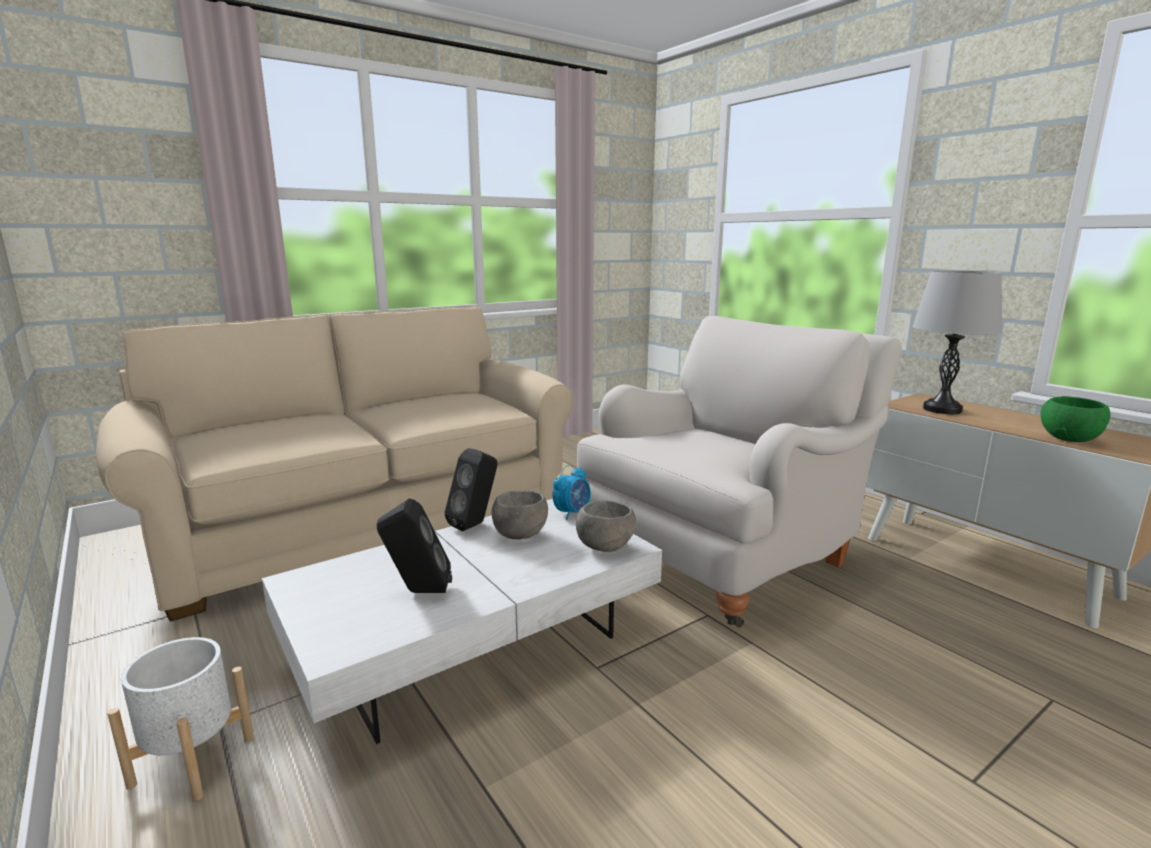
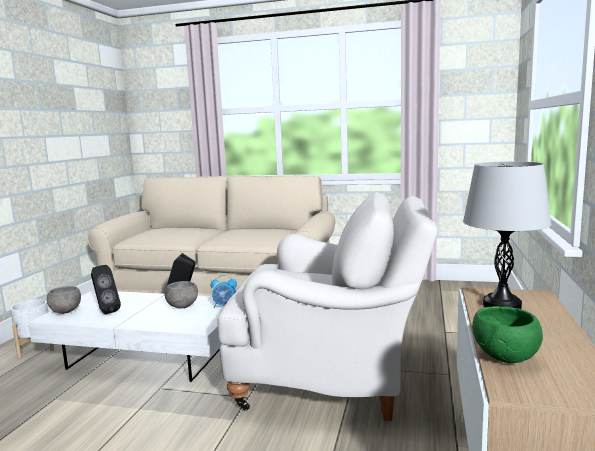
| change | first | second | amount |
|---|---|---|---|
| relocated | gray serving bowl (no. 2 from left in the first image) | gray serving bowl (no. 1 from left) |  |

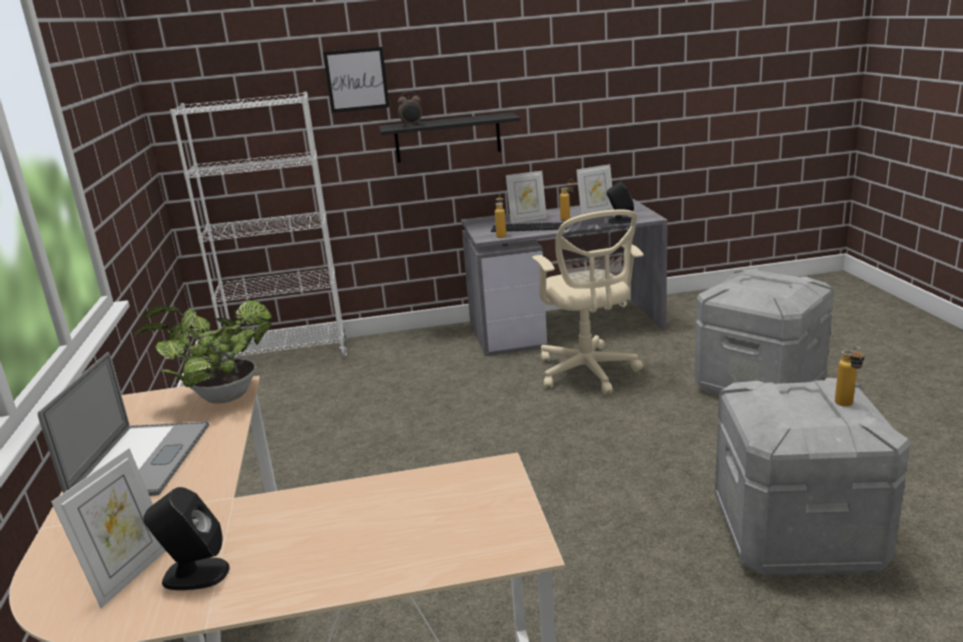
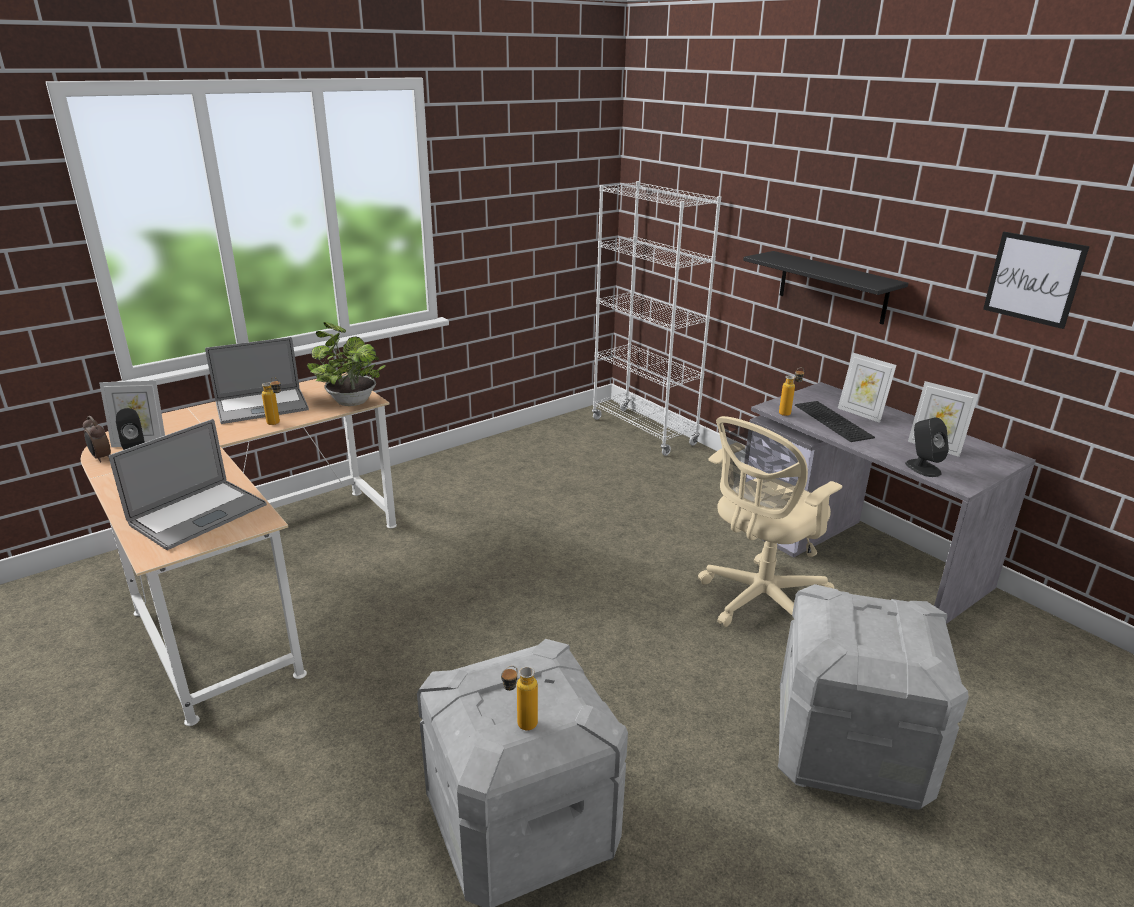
| change | first | second | amount |
|---|---|---|---|
| relocated | wall picture |  |  |
| relocated | bedside clock |  |  |
| relocated | bottle (no. 2 from left in the first image) | bottle (no. 1 from left) |  |
| appeared |  | notebook computer (no. 1 from left) |  |

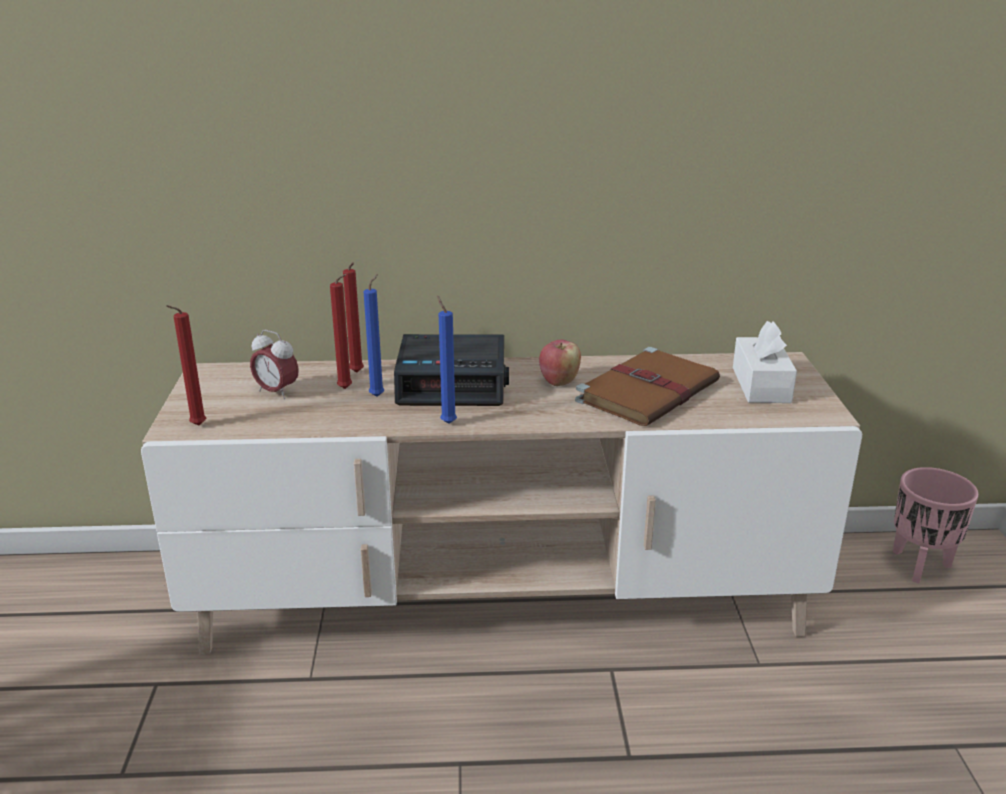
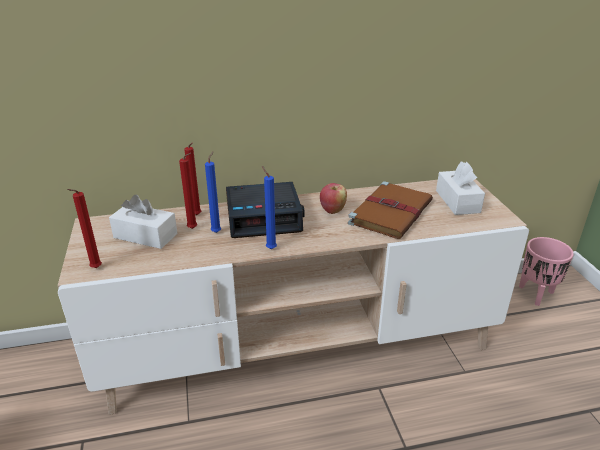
| change | first | second | amount |
|---|---|---|---|
| exchanged | bedside clock (no. 1 from left) | white tissue box (no. 1 from left) |  |

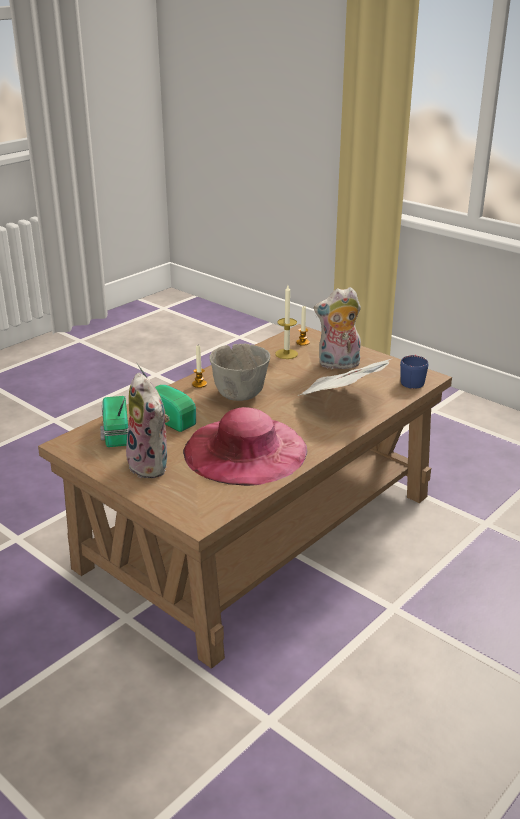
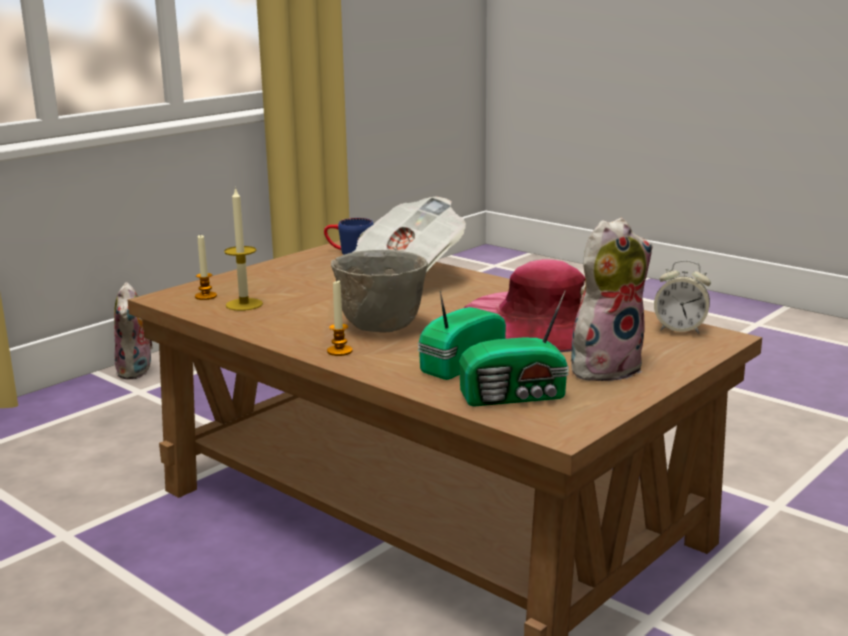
| change | first | second | amount |
|---|---|---|---|
| relocated | cuddly toy (no. 2 from left in the first image) | cuddly toy (no. 1 from left) |  |
| appeared |  | bedside clock |  |

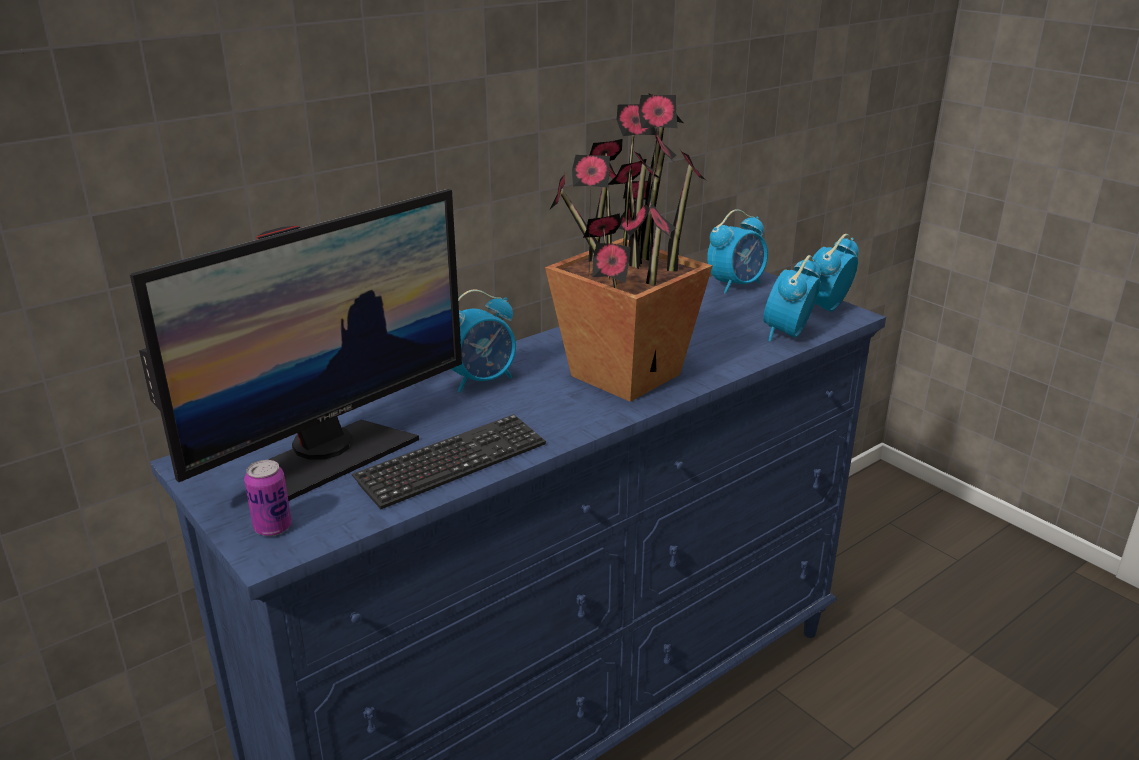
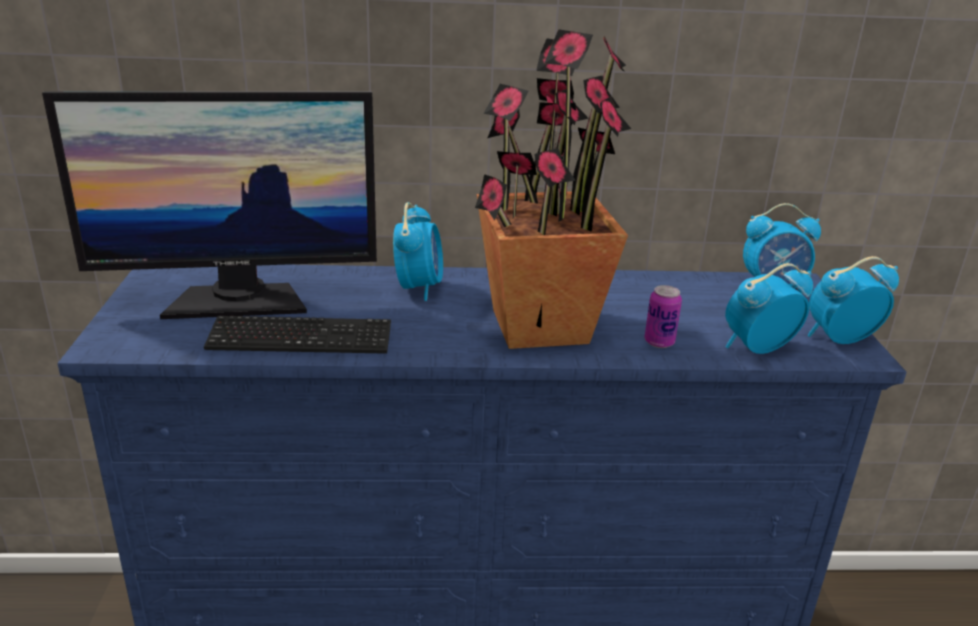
| change | first | second | amount |
|---|---|---|---|
| relocated | can |  |  |
| spun | bedside clock (no. 1 from left) |  | 90 degrees counterclockwise |

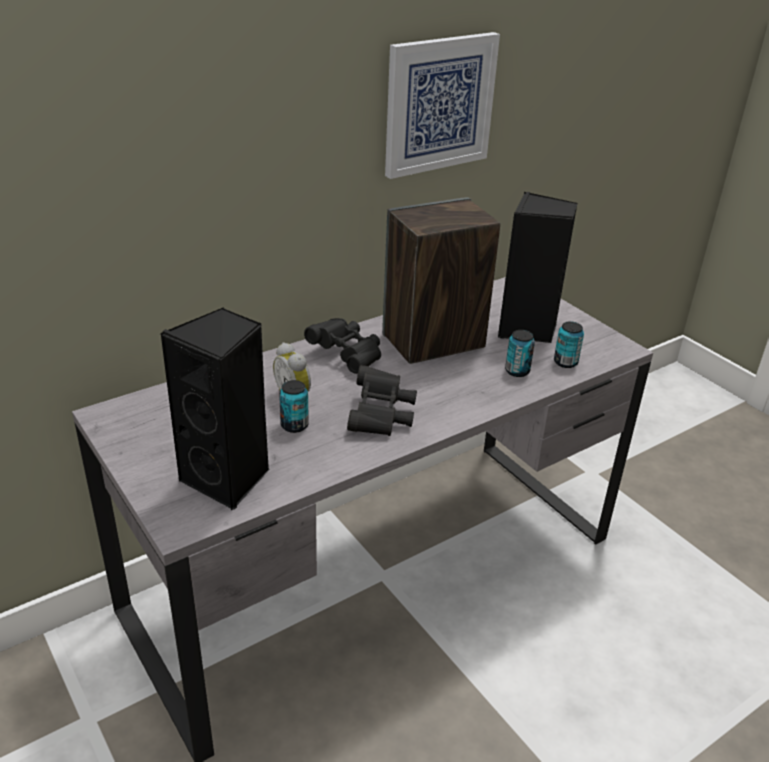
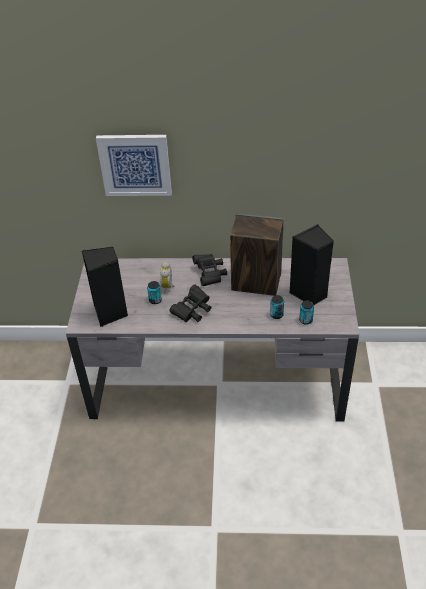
| change | first | second | amount |
|---|---|---|---|
| relocated | wall picture |  |  |

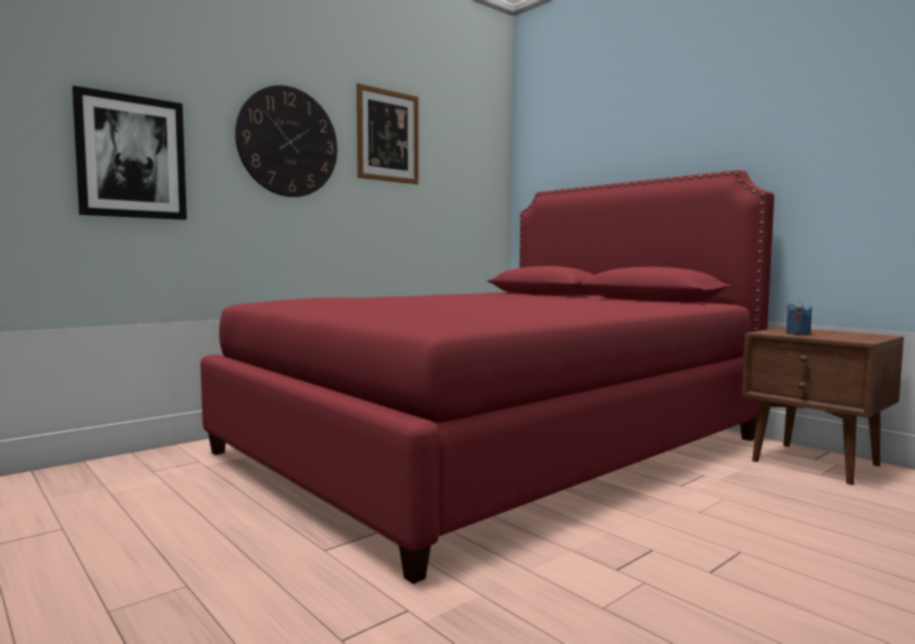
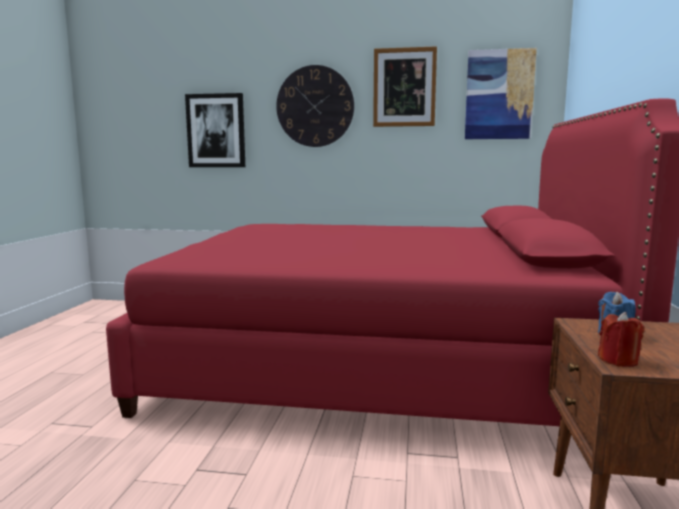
| change | first | second | amount |
|---|---|---|---|
| appeared |  | wall picture (no. 3 from left) |  |
| appeared |  | reddish wax candle |  |

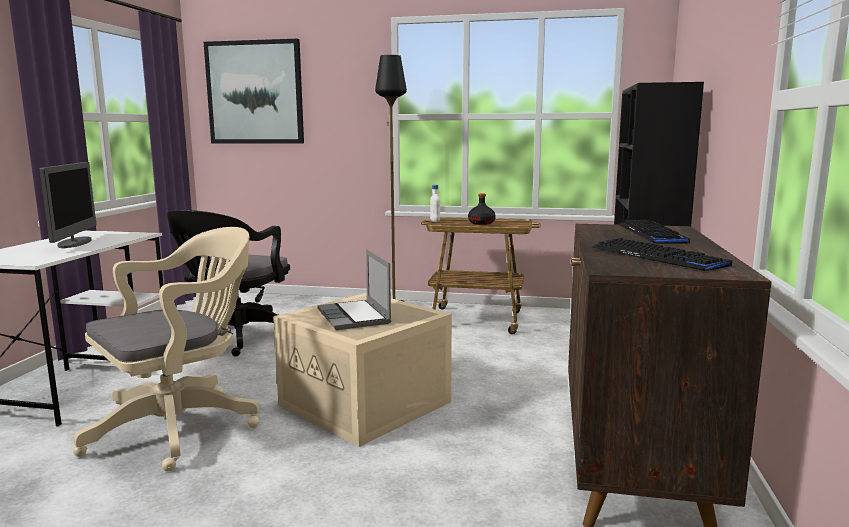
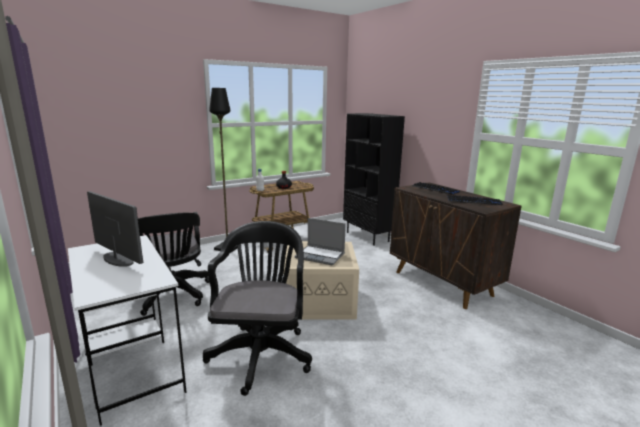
| change | first | second | amount |
|---|---|---|---|
| colour | sand-coloured computer chair | black-coloured computer chair (no. 2 from left) |  |
| missing | wall picture |  |  |

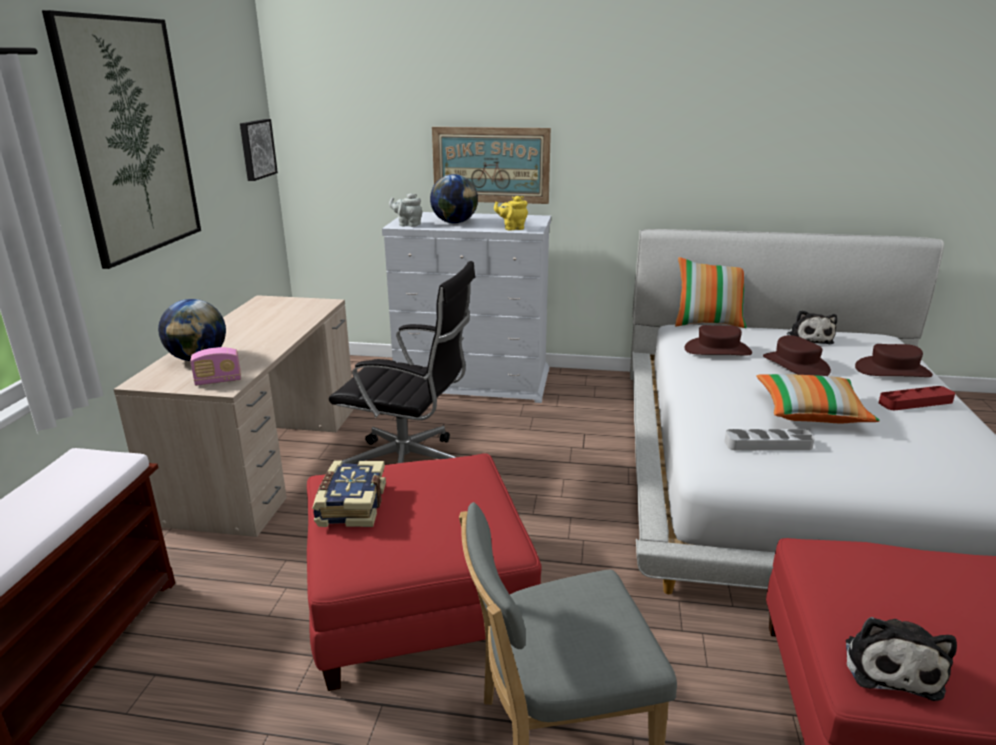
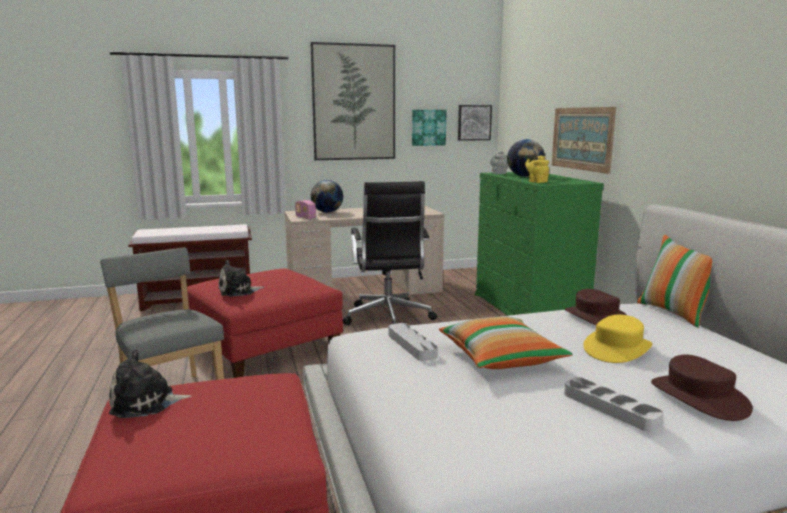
| change | first | second | amount |
|---|---|---|---|
| missing | book |  |  |
| colour | white chest of drawers | green chest of drawers |  |
| colour | brownish clothing hat (no. 2 from left) | yellow clothing hat |  |
| relocated | cuddly toy (no. 1 from left in the first image) | cuddly toy (no. 2 from left) |  |
| colour | reddish tray | gray tray (no. 2 from left) |  |
| appeared |  | wall picture (no. 2 from left) |  |

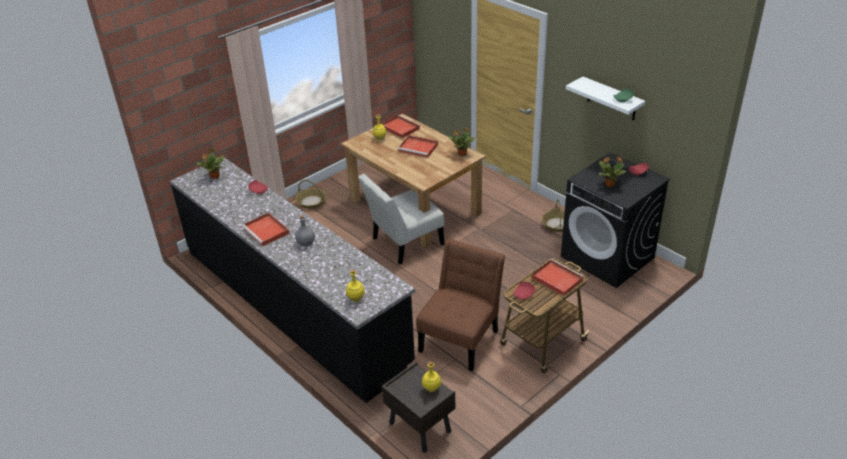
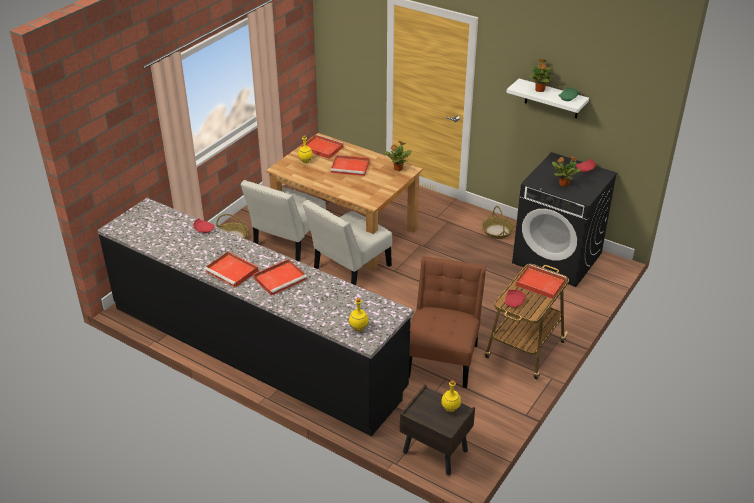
| change | first | second | amount |
|---|---|---|---|
| relocated | potted plant (no. 1 from left in the first image) | potted plant (no. 2 from left) |  |
| exchanged | gray bottle | reddish tray (no. 2 from left) |  |
| appeared |  | white plain chair (no. 1 from left) |  |

